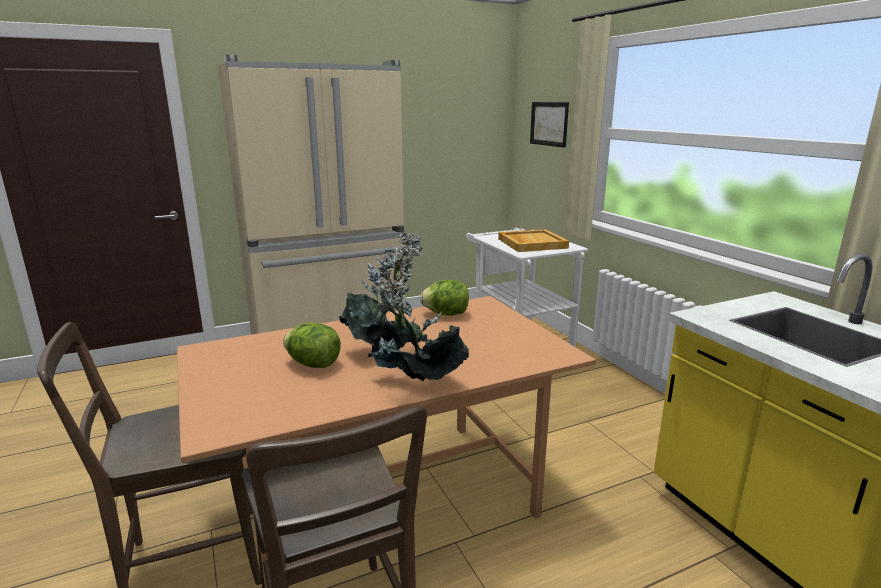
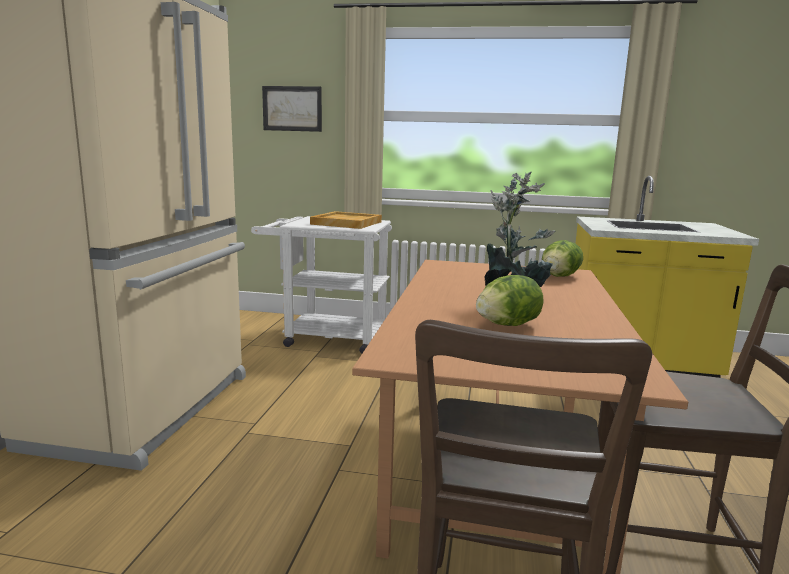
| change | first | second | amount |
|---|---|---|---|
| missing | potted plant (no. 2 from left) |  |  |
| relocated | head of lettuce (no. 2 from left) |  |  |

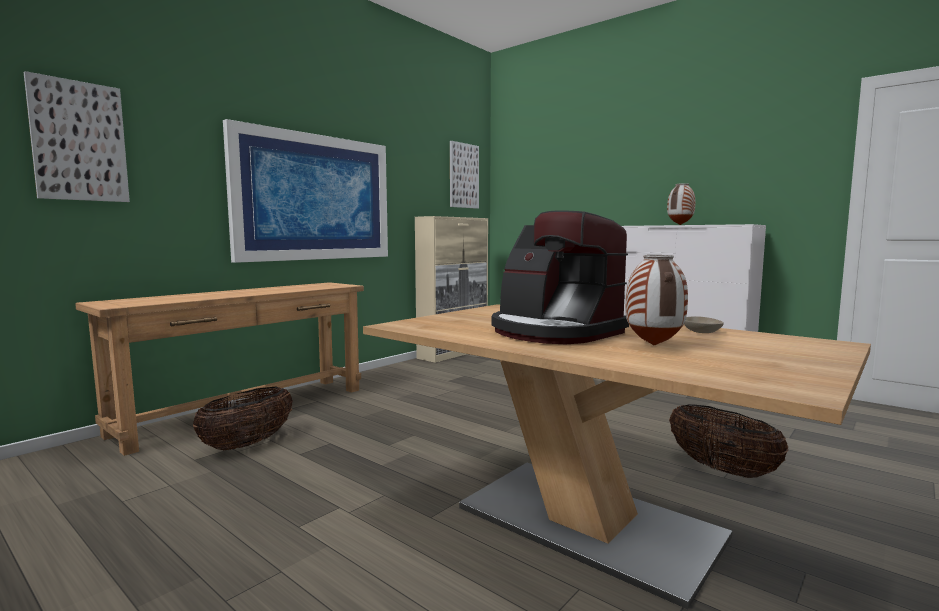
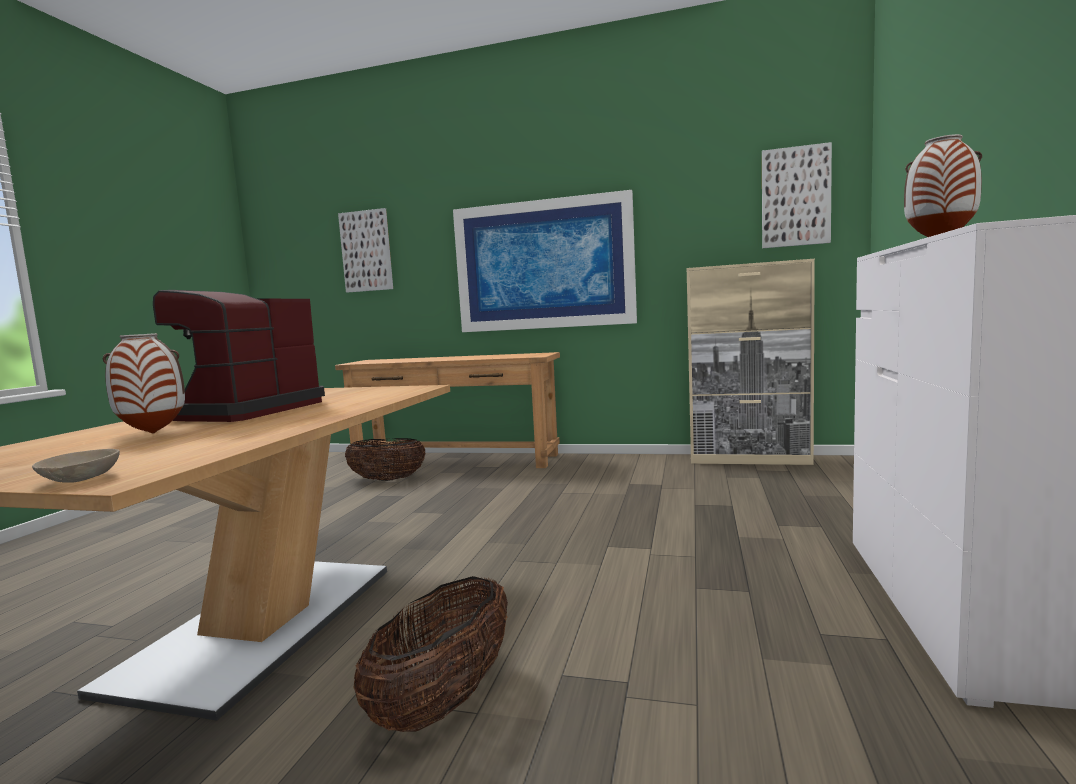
| change | first | second | amount |
|---|---|---|---|
| relocated | sand-coloured serving bowl |  |  |

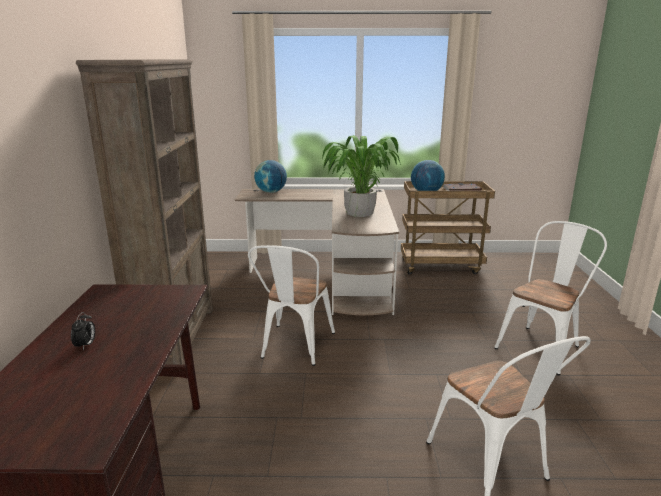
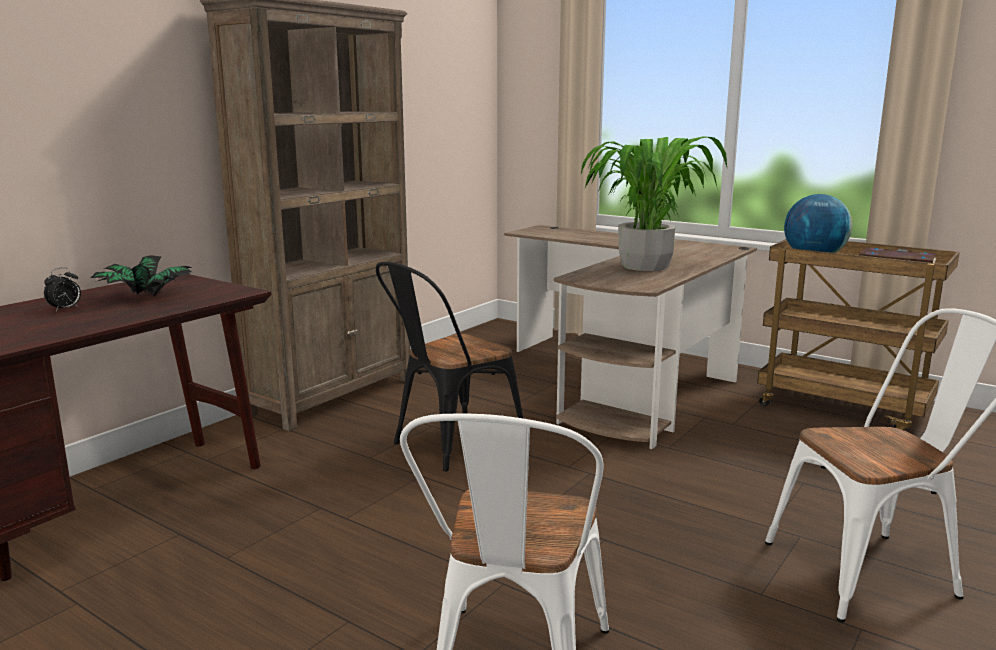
| change | first | second | amount |
|---|---|---|---|
| colour | white plain chair (no. 1 from left) | black-coloured plain chair |  |
| missing | globe (no. 1 from left) |  |  |
| appeared |  | potted plant (no. 1 from left) |  |

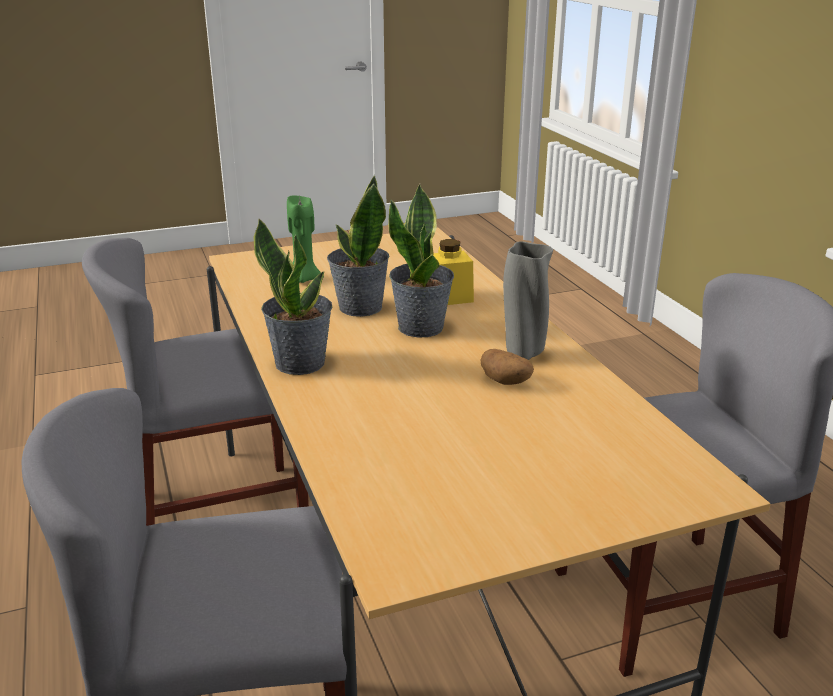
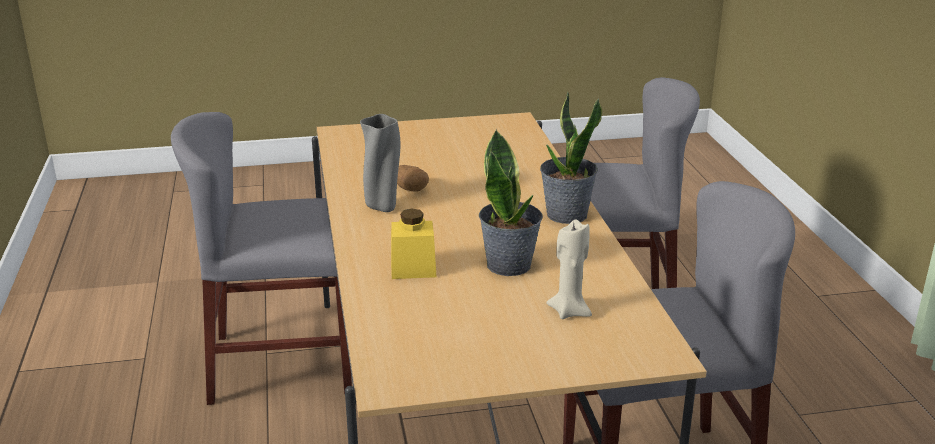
| change | first | second | amount |
|---|---|---|---|
| colour | green wax candle | sand-coloured wax candle |  |
| missing | potted plant (no. 3 from left) |  |  |

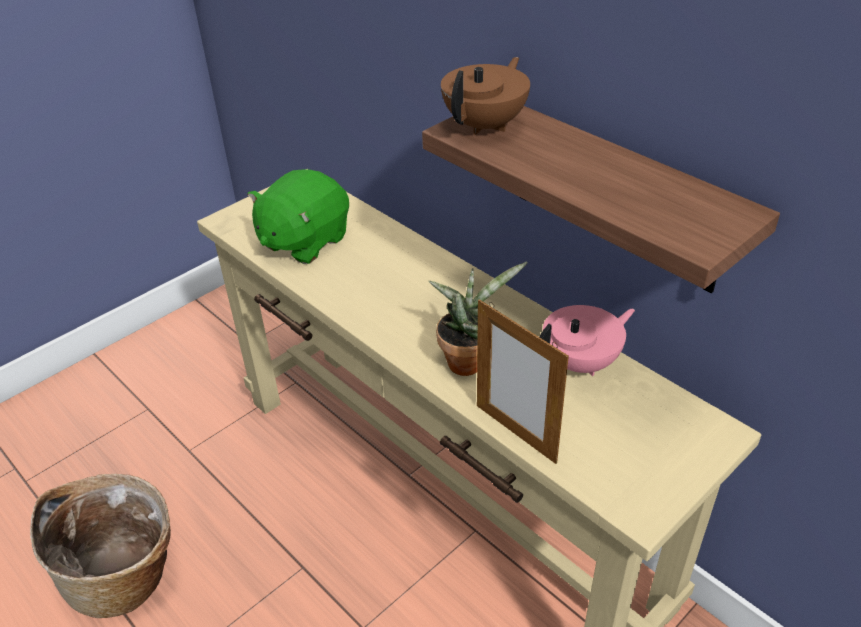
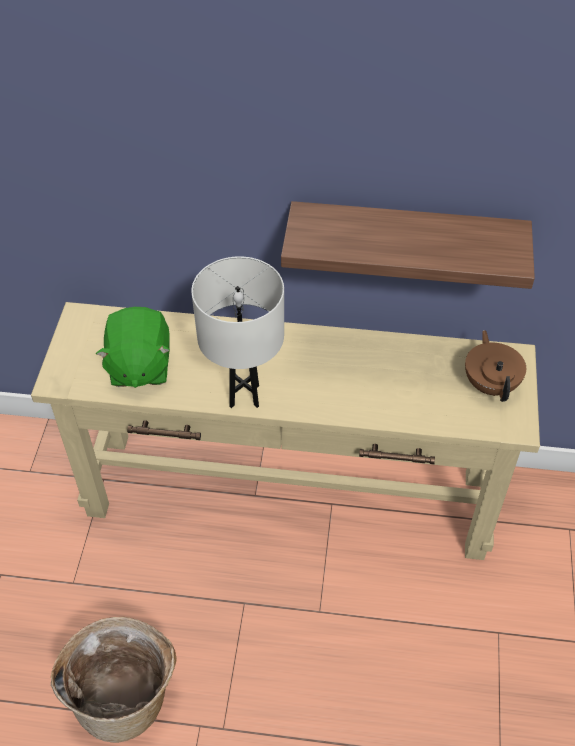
| change | first | second | amount |
|---|---|---|---|
| missing | potted plant |  |  |
| relocated | brownish teapot |  |  |
| missing | picture frame |  |  |
| missing | pink teapot |  |  |
| appeared |  | white lamp for a table |  |

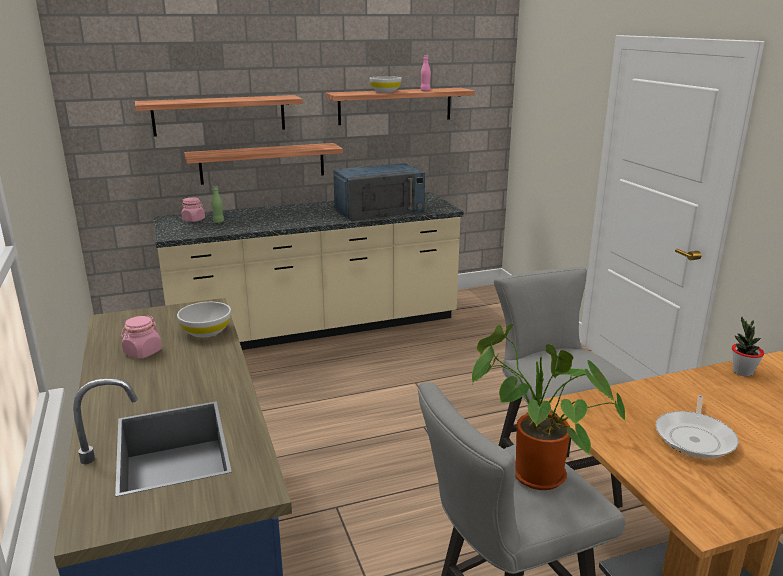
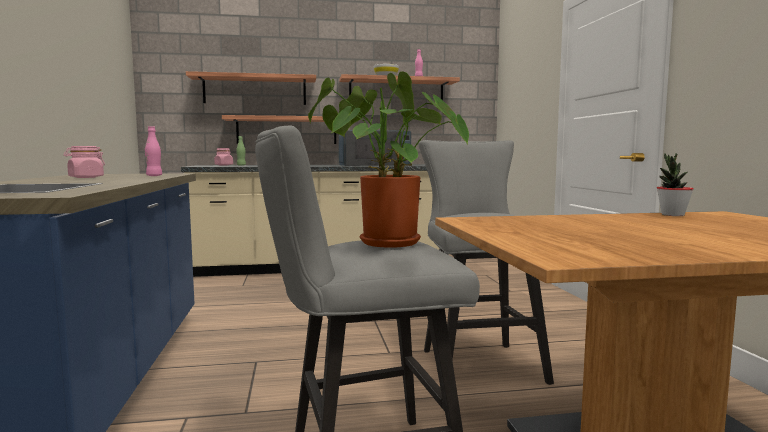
| change | first | second | amount |
|---|---|---|---|
| exchanged | white serving bowl (no. 1 from left) | pink bottle (no. 1 from left) |  |
| missing | skillet |  |  |

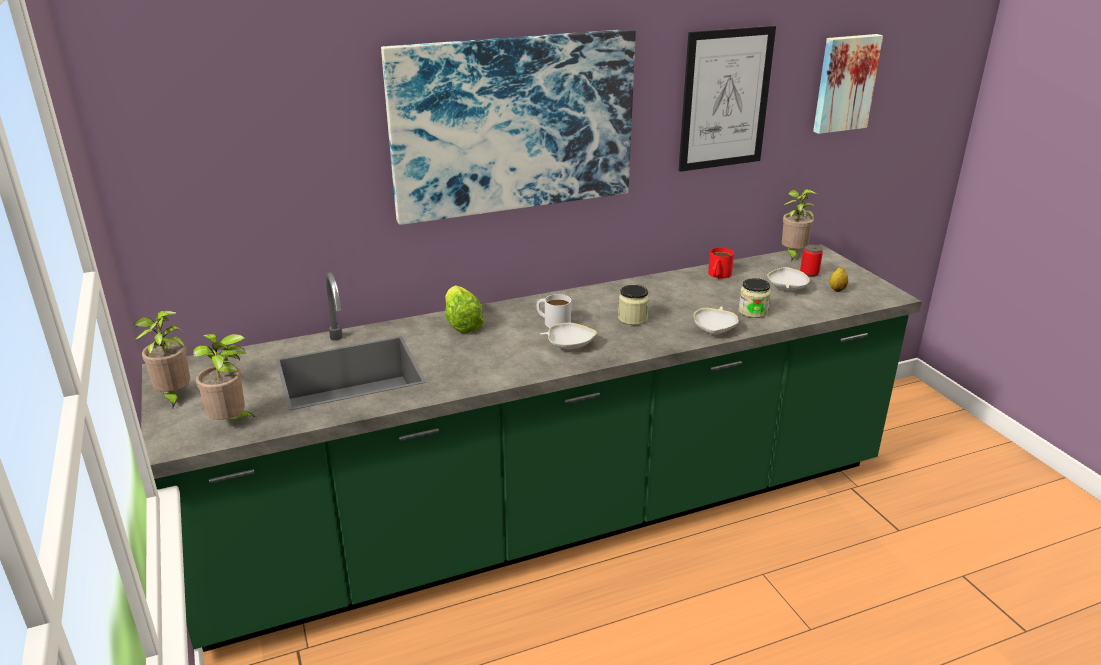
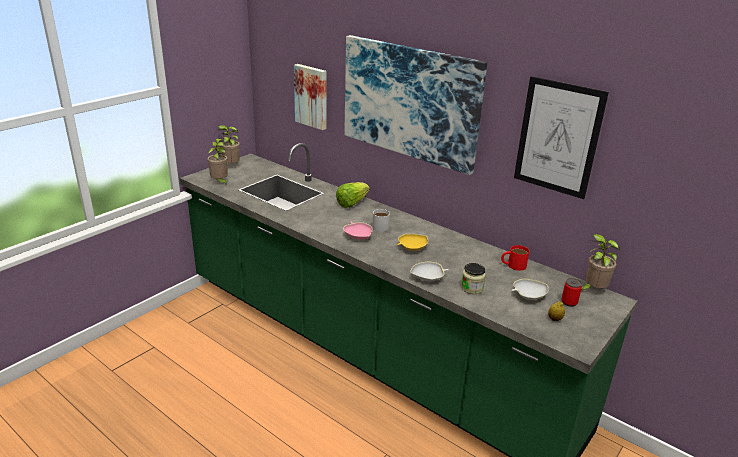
| change | first | second | amount |
|---|---|---|---|
| colour | white serving bowl (no. 1 from left) | pink serving bowl |  |
| exchanged | storage jar (no. 1 from left) | yellow serving bowl |  |
| relocated | wall picture (no. 3 from left in the first image) | wall picture (no. 1 from left) |  |

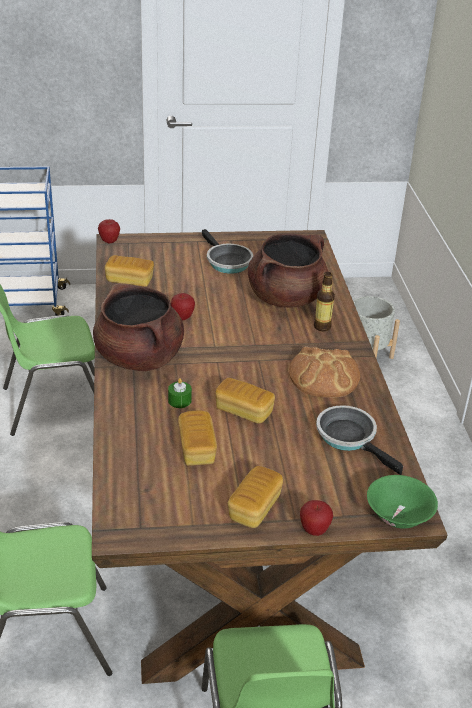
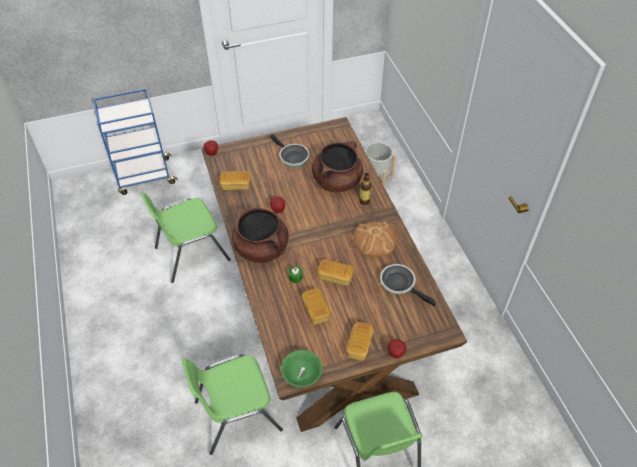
| change | first | second | amount |
|---|---|---|---|
| relocated | green serving bowl |  |  |

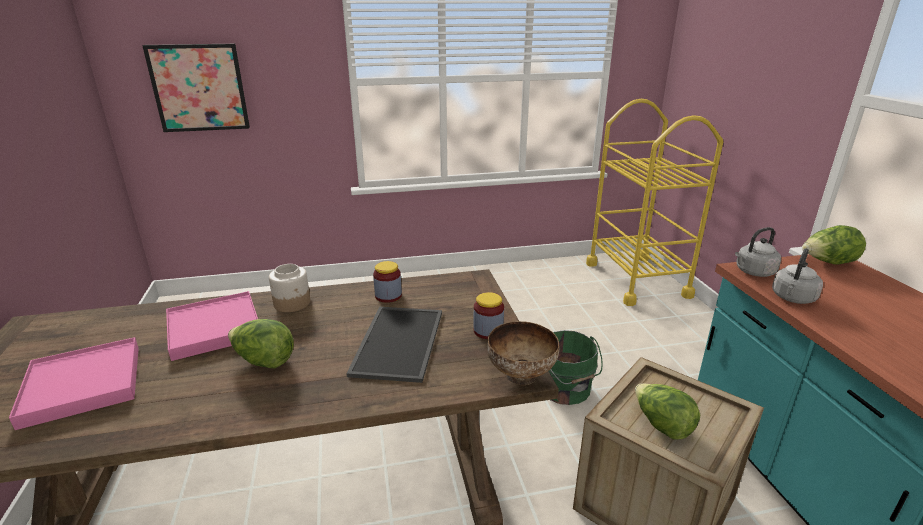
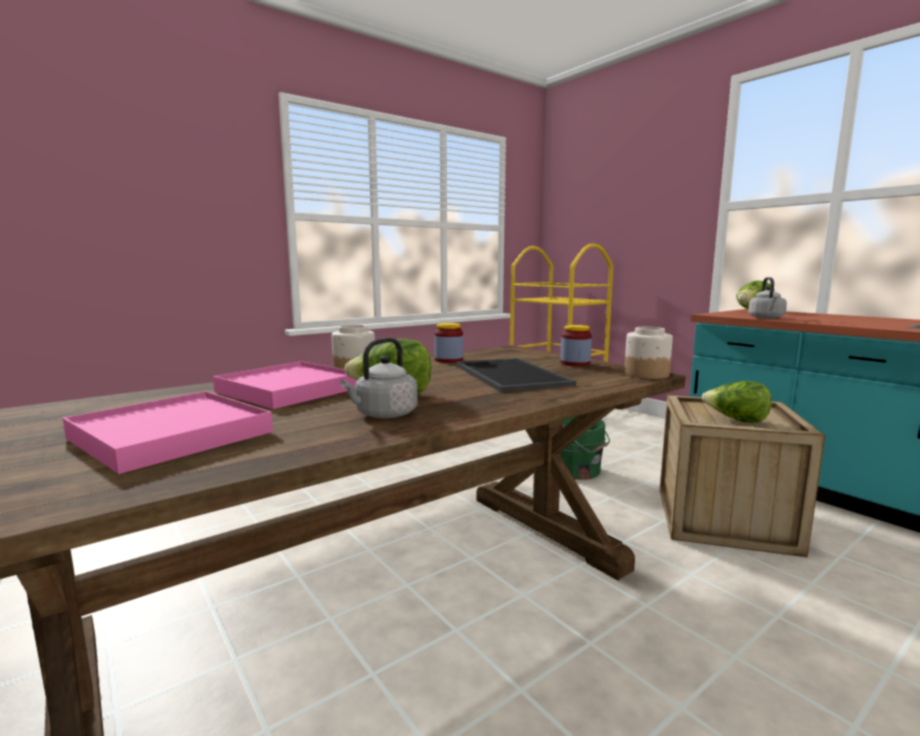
| change | first | second | amount |
|---|---|---|---|
| missing | wall picture |  |  |
| exchanged | serving bowl | storage jar (no. 4 from left) |  |
| relocated | gray tea kettle (no. 1 from left) |  |  |

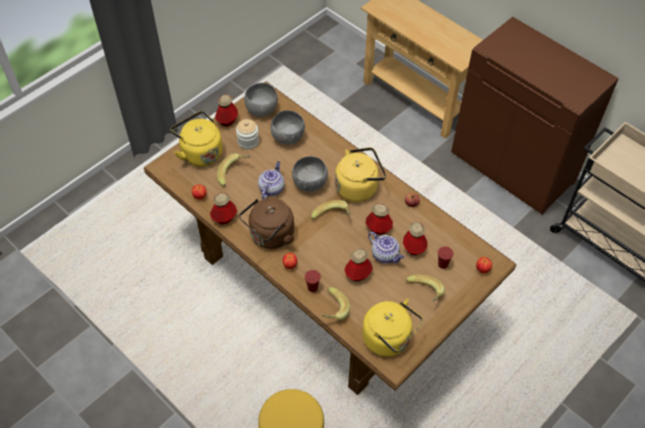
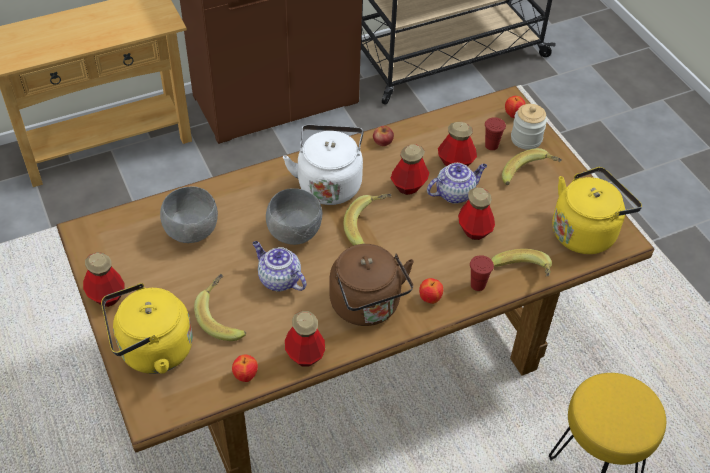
| change | first | second | amount |
|---|---|---|---|
| relocated | storage jar |  |  |
| missing | gray serving bowl (no. 1 from left) |  |  |
| colour | yellow tea kettle (no. 2 from left) | white tea kettle |  |

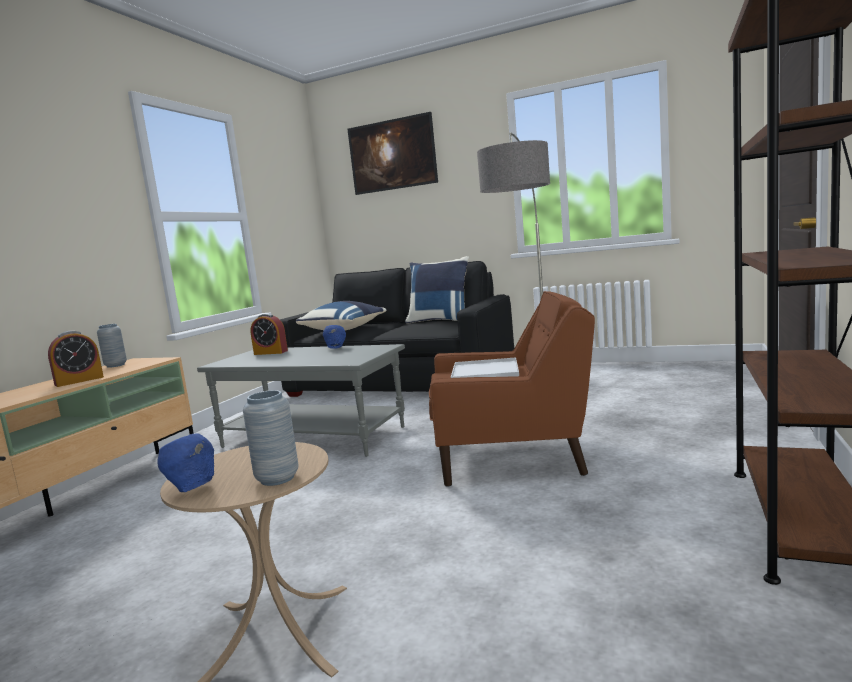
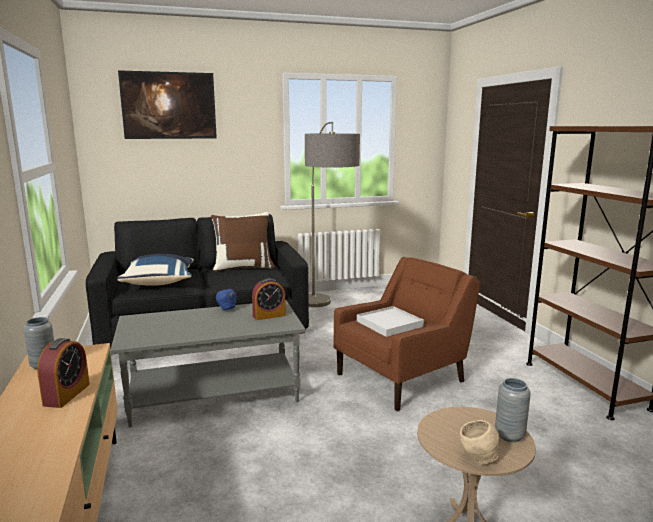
| change | first | second | amount |
|---|---|---|---|
| colour | bluish serving bowl (no. 1 from left) | sand-coloured serving bowl |  |
| relocated | bedside clock (no. 2 from left) |  |  |
| colour | bluish throw pillow (no. 2 from left) | brownish throw pillow |  |

